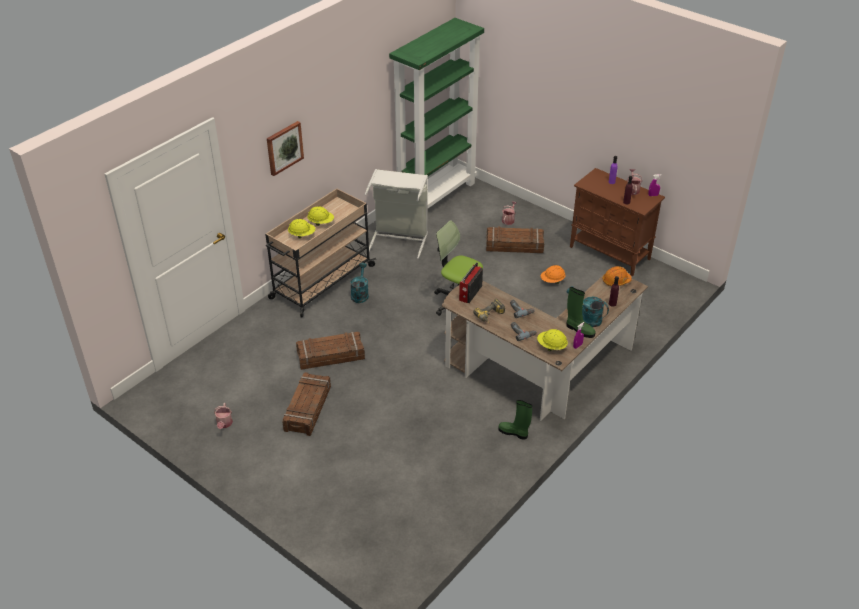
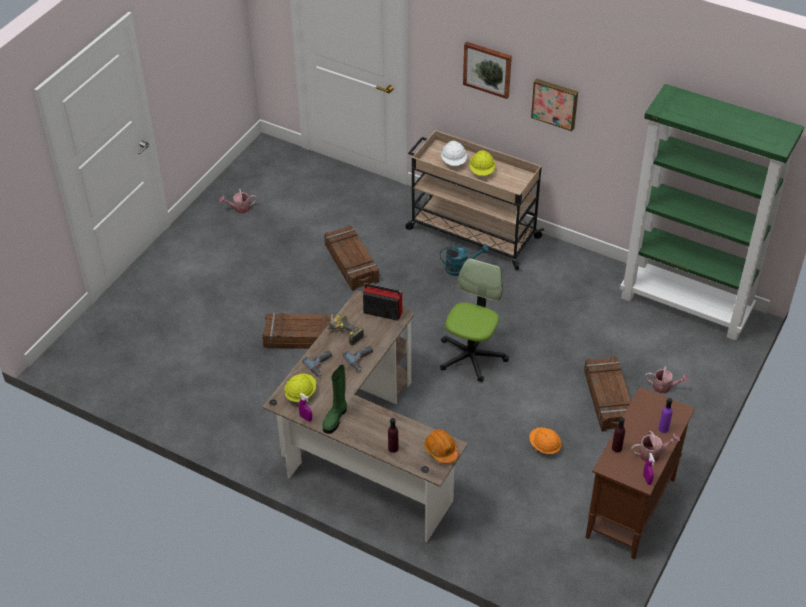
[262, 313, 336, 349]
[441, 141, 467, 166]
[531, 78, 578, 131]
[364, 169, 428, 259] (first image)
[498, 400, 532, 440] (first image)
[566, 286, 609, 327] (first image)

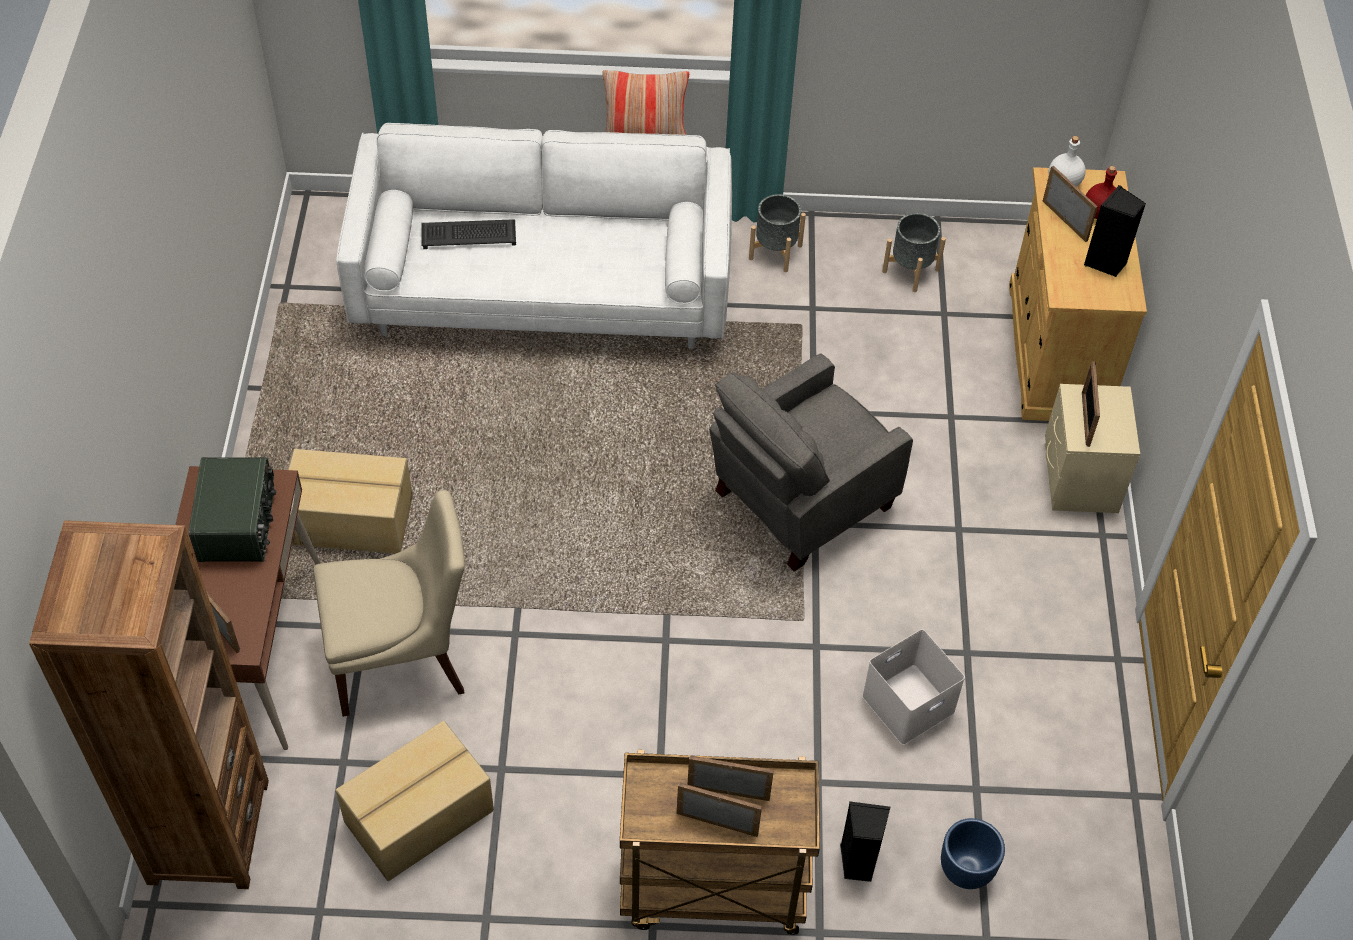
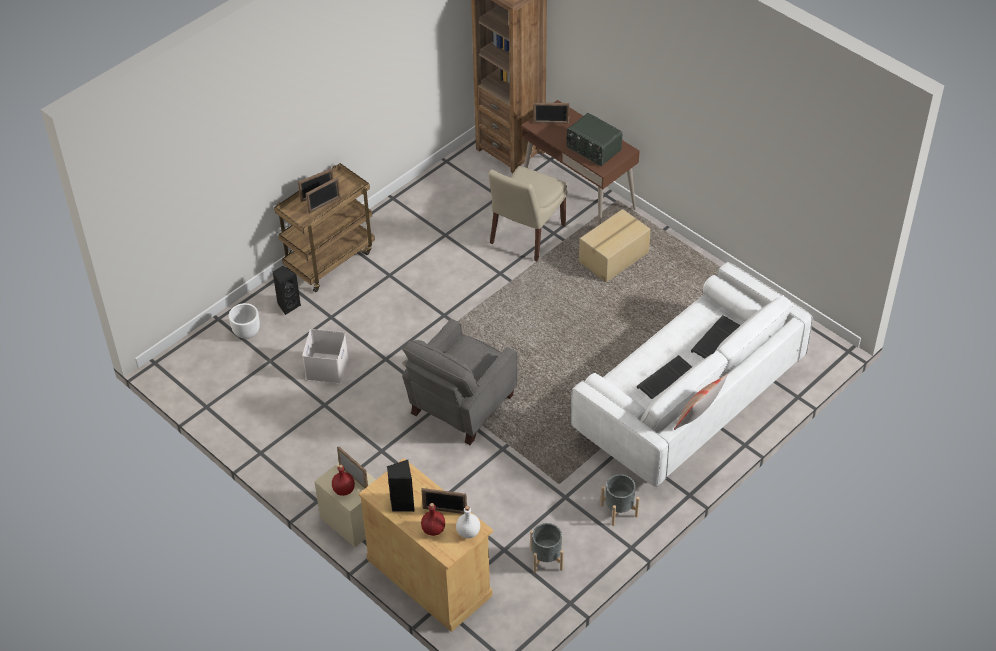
[229, 303, 260, 339]
[332, 465, 355, 496]
[402, 319, 517, 445]
[637, 355, 692, 399]
[336, 721, 494, 881] (first image)

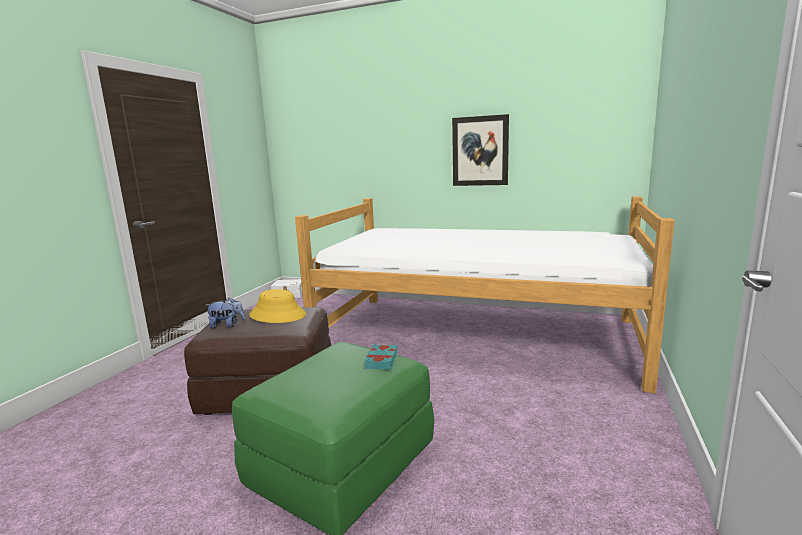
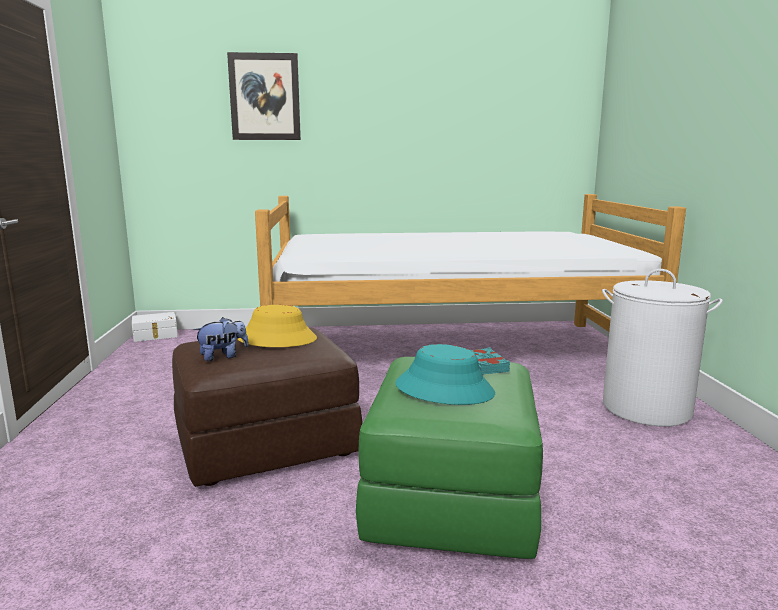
[227, 52, 301, 140]
[395, 344, 495, 405]
[602, 269, 723, 426]

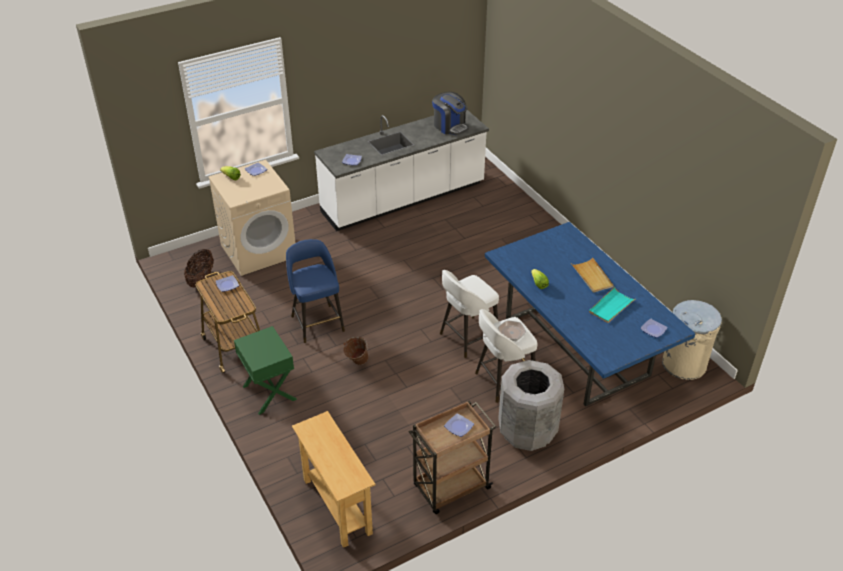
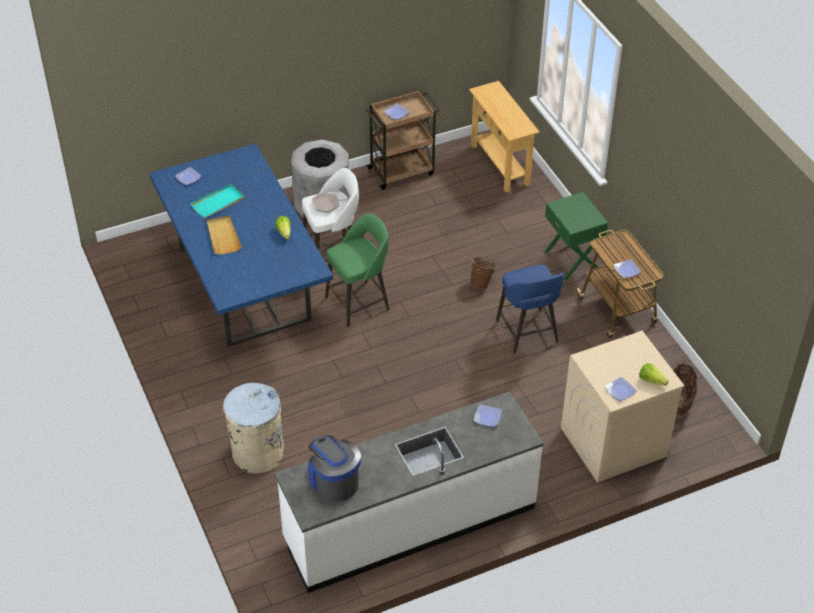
[223, 383, 284, 473]
[325, 213, 390, 327]

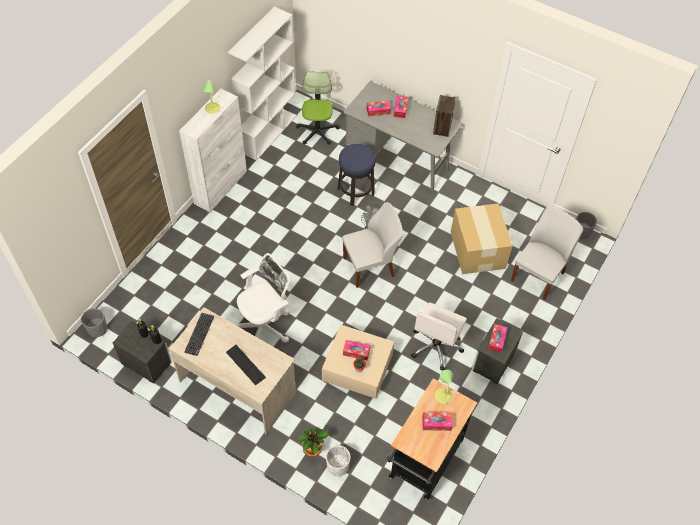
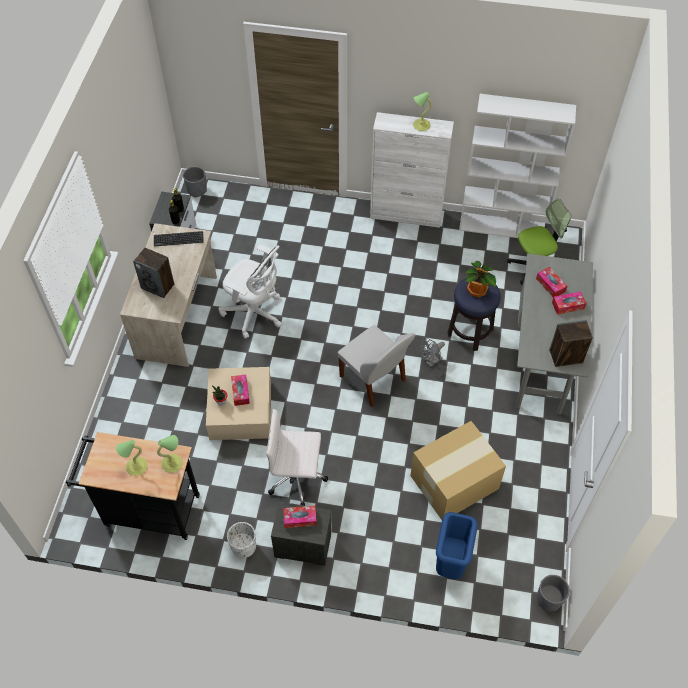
[116, 440, 147, 476]
[133, 248, 174, 298]
[227, 522, 256, 558]
[436, 512, 478, 579]
[465, 261, 496, 298]

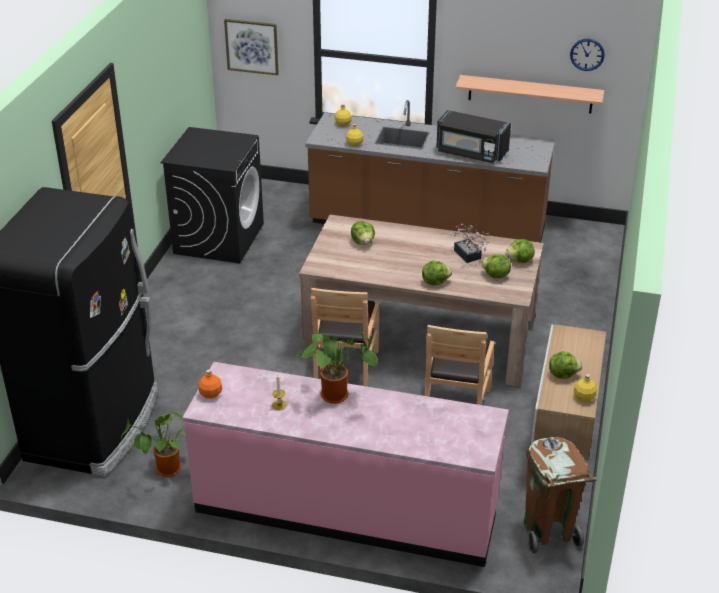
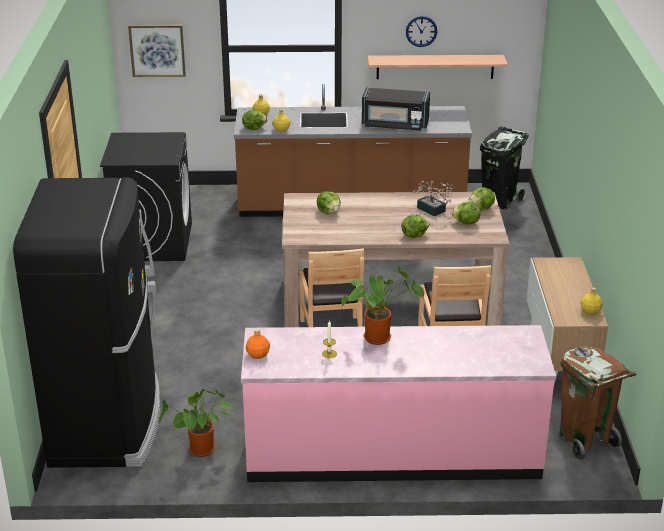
[242, 110, 267, 130]
[406, 16, 437, 47]
[480, 126, 529, 210]

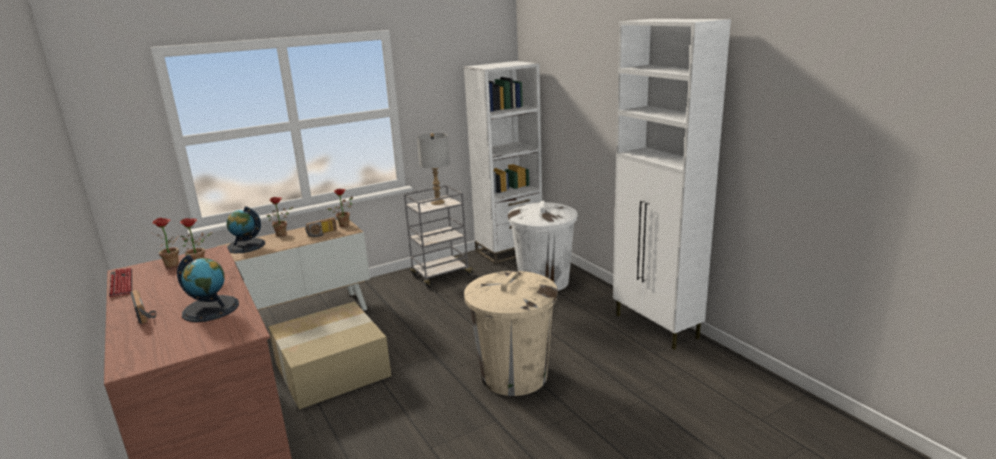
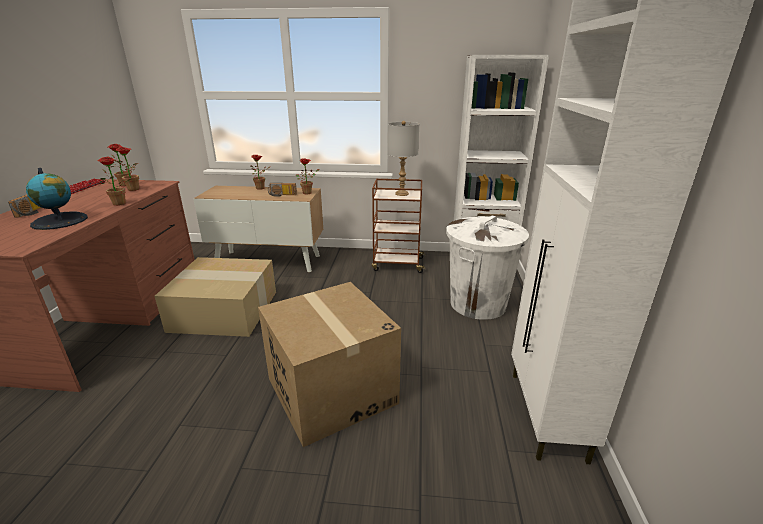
[98, 157, 132, 206]
[258, 282, 401, 447]
[372, 179, 426, 273]
[226, 206, 265, 253] (first image)

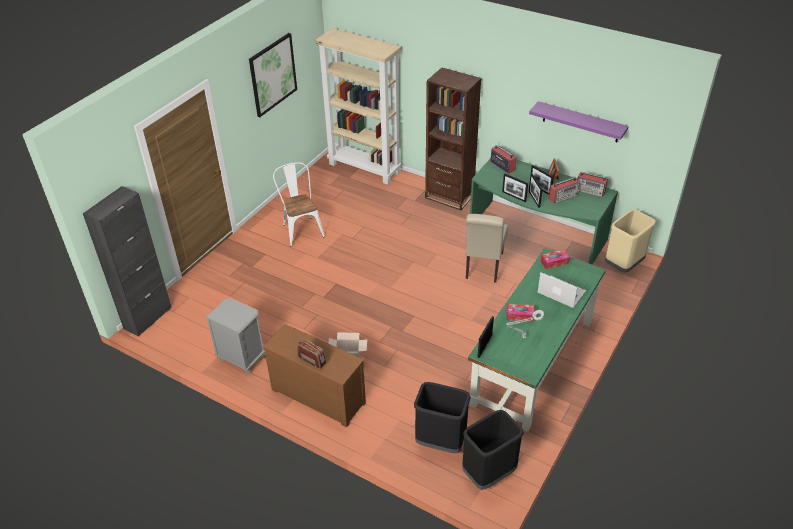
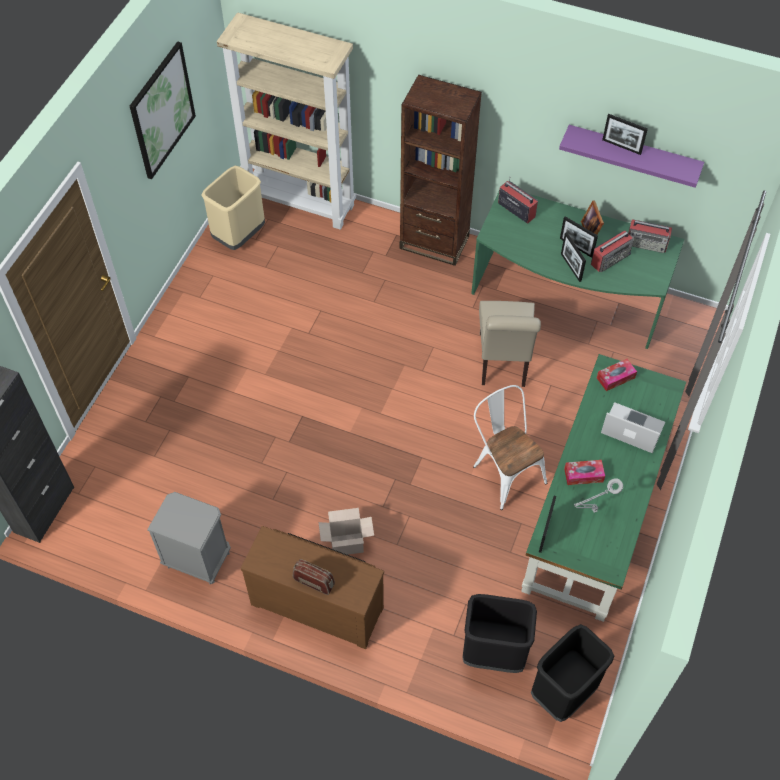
[201, 166, 265, 250]
[473, 385, 547, 510]
[602, 114, 648, 155]

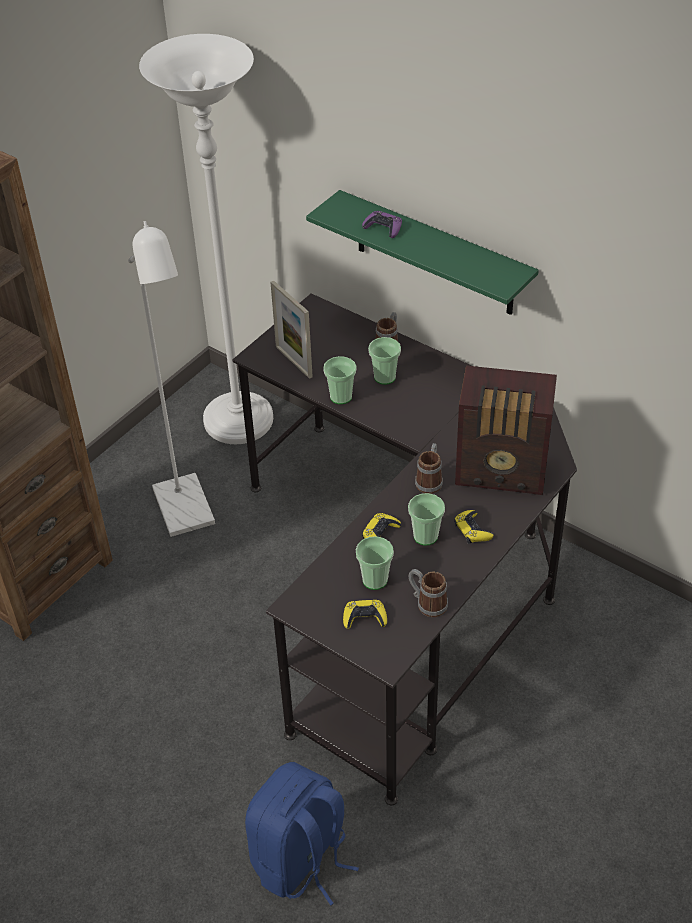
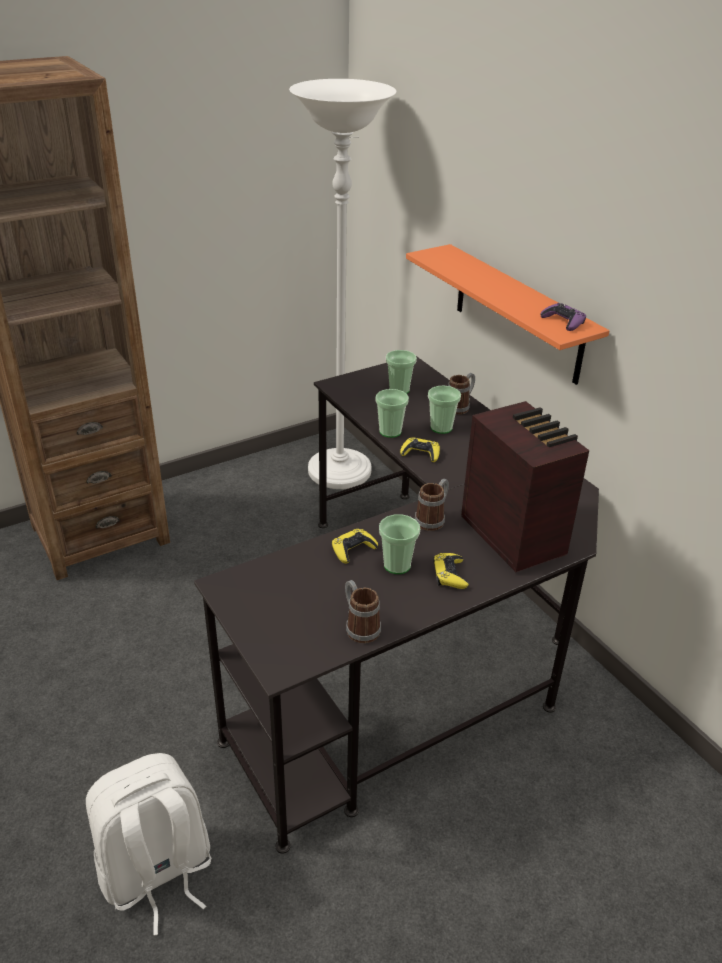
[86, 753, 212, 936]
[386, 350, 417, 394]
[400, 437, 440, 462]
[406, 244, 609, 385]
[461, 401, 589, 572]
[540, 303, 586, 331]
[128, 221, 215, 537] (first image)
[270, 281, 313, 379] (first image)

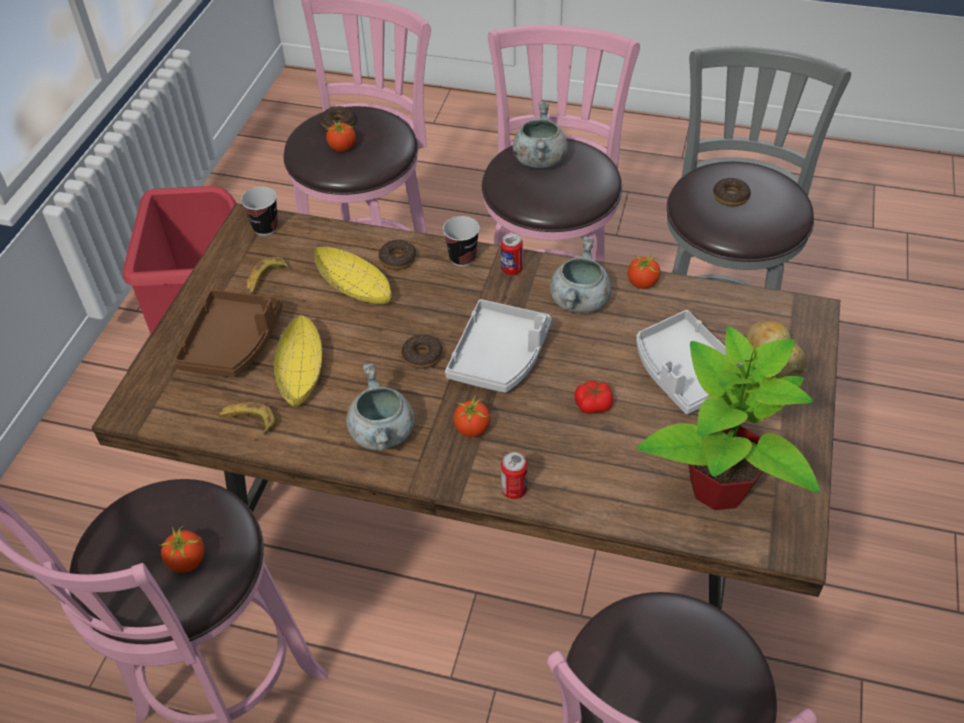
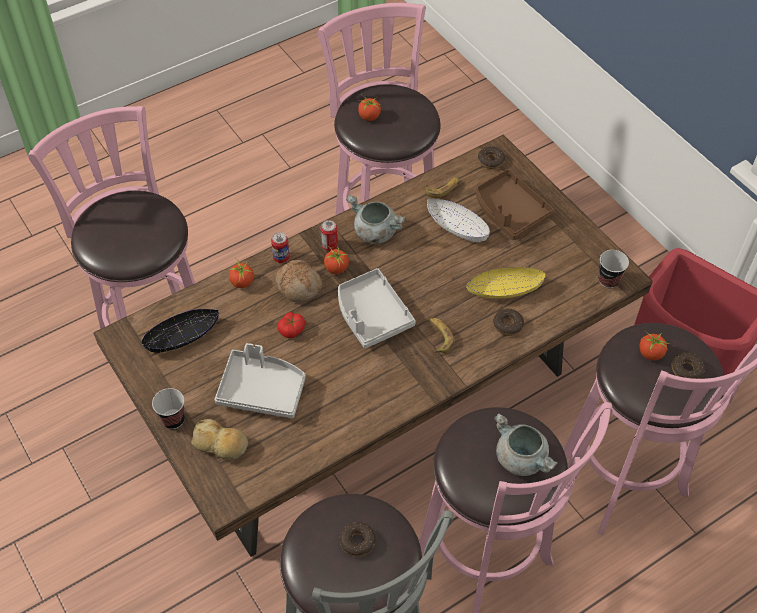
[142, 309, 219, 353]
[152, 388, 185, 429]
[229, 259, 254, 288]
[275, 260, 322, 303]
[321, 220, 338, 251]
[427, 198, 490, 242]
[430, 318, 454, 353]
[478, 146, 505, 169]
[550, 236, 611, 313] (first image)

